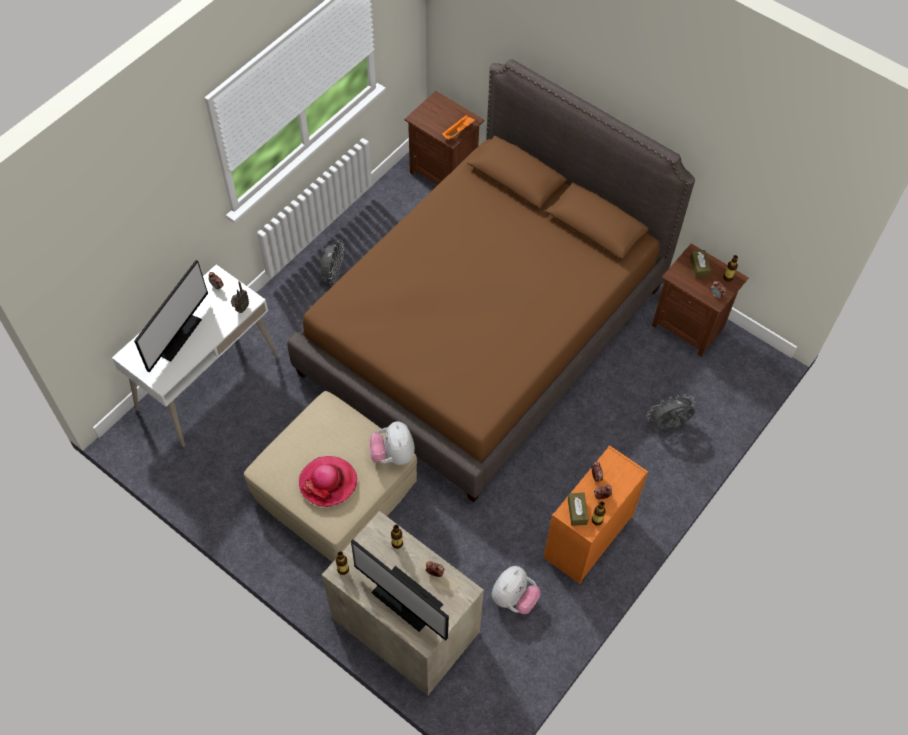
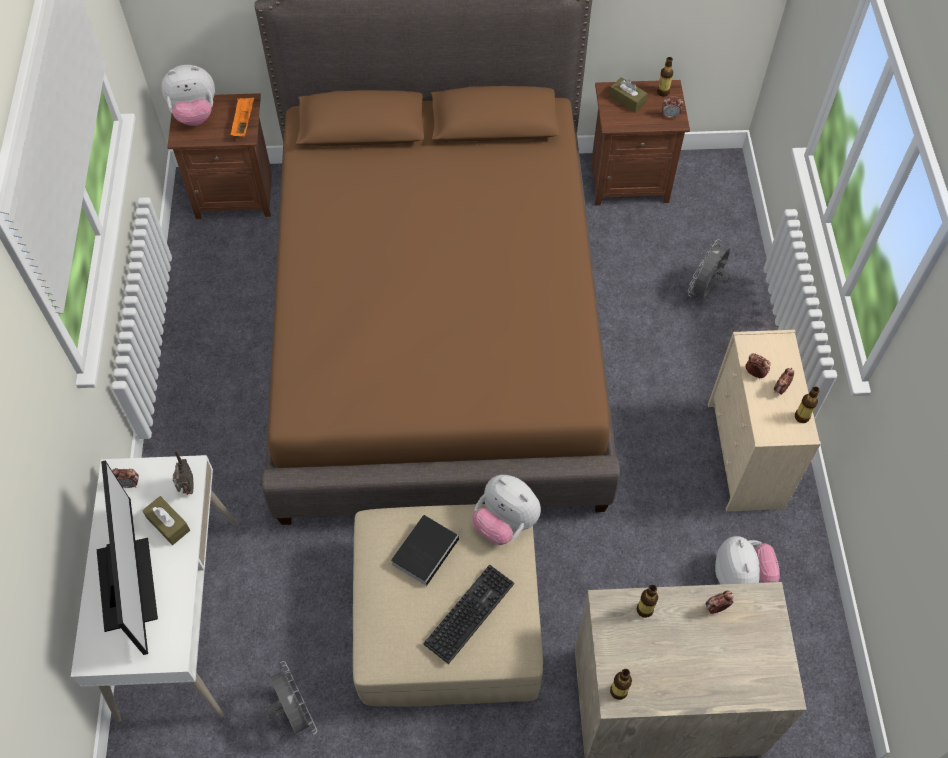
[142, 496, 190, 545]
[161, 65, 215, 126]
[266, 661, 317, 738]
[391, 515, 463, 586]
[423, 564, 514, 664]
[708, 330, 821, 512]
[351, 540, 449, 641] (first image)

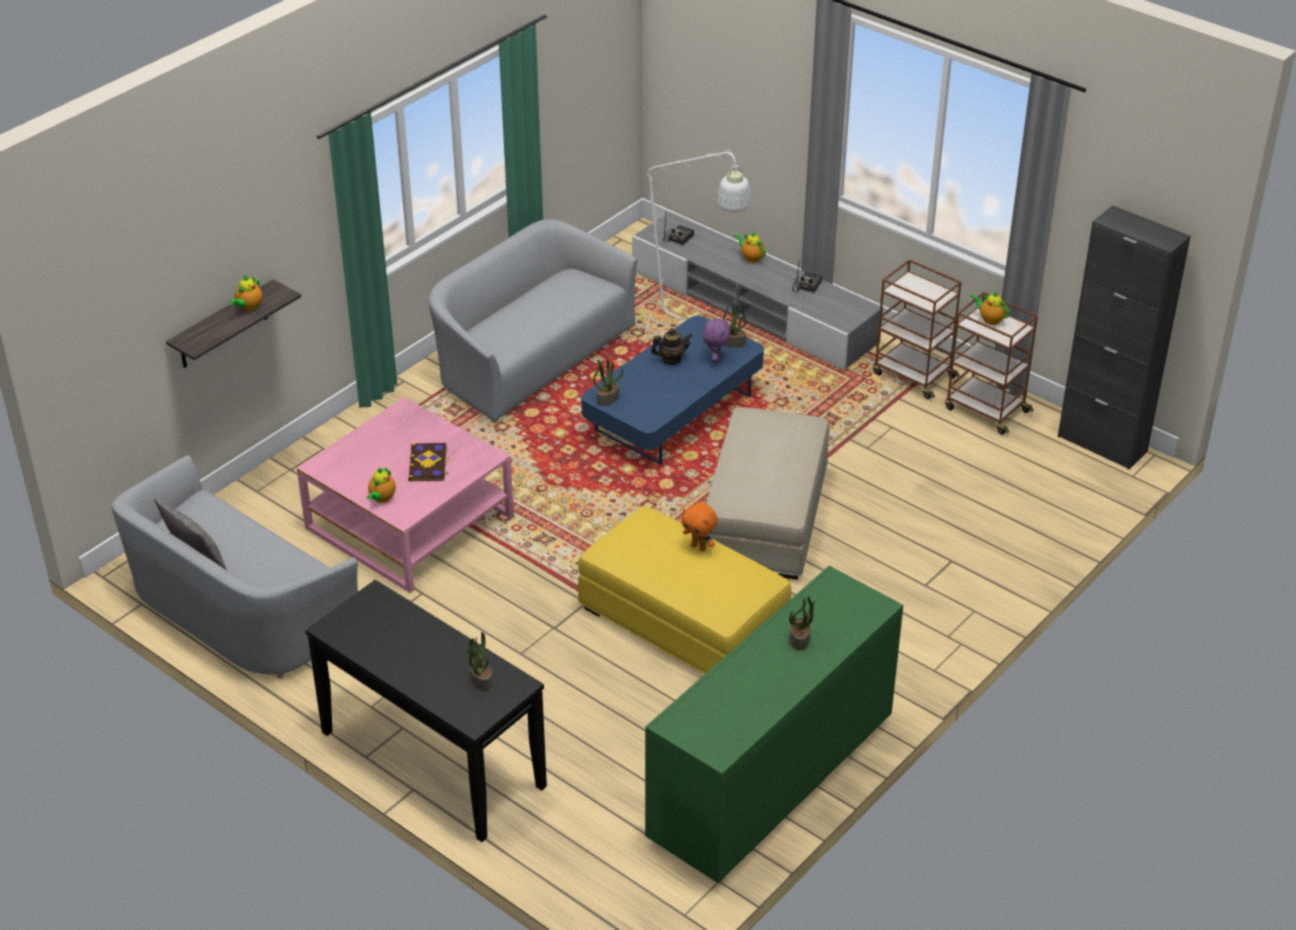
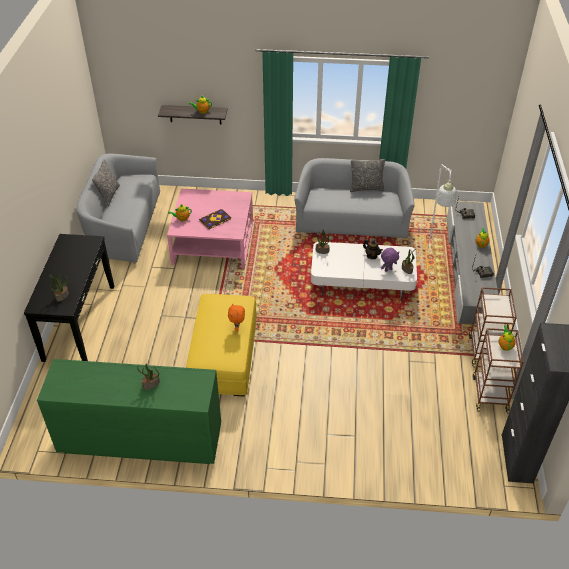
[311, 242, 417, 301]
[350, 159, 385, 192]
[706, 407, 830, 580] (first image)

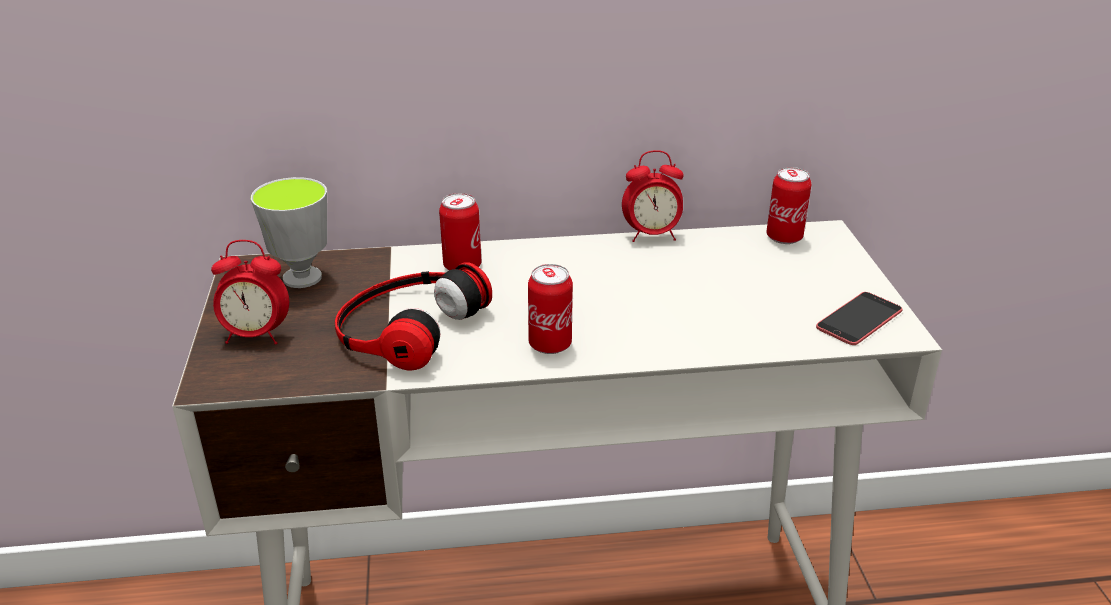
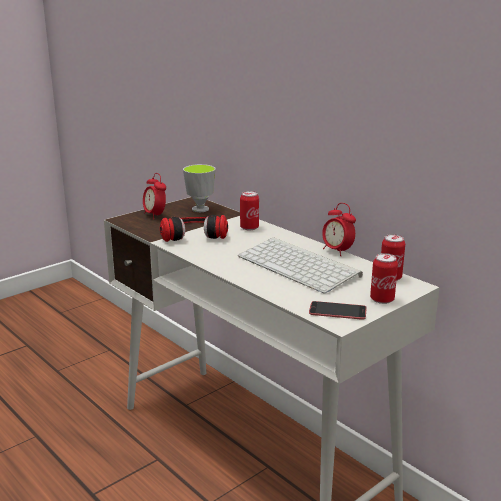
[238, 237, 363, 294]
[370, 253, 398, 304]

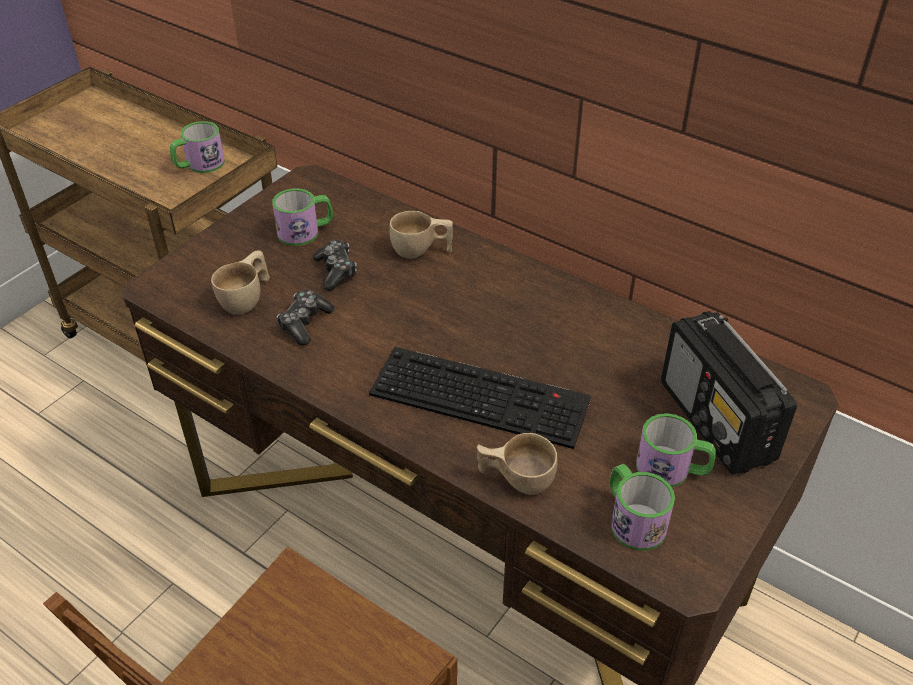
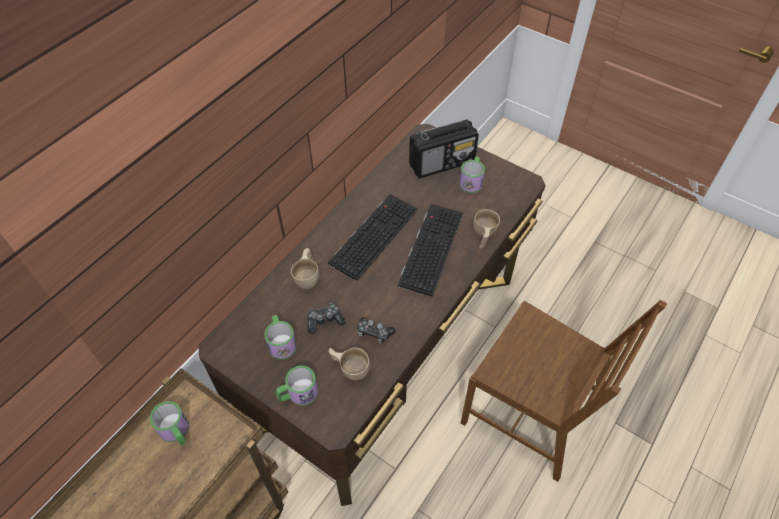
[276, 366, 318, 405]
[328, 194, 418, 281]

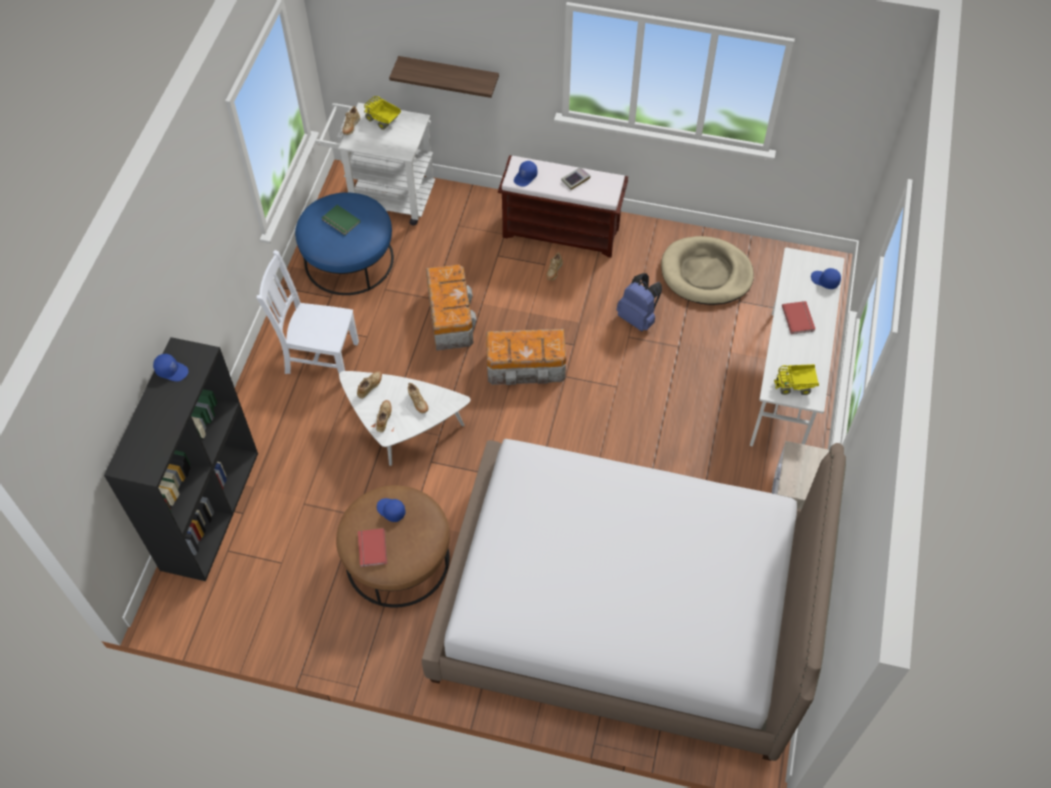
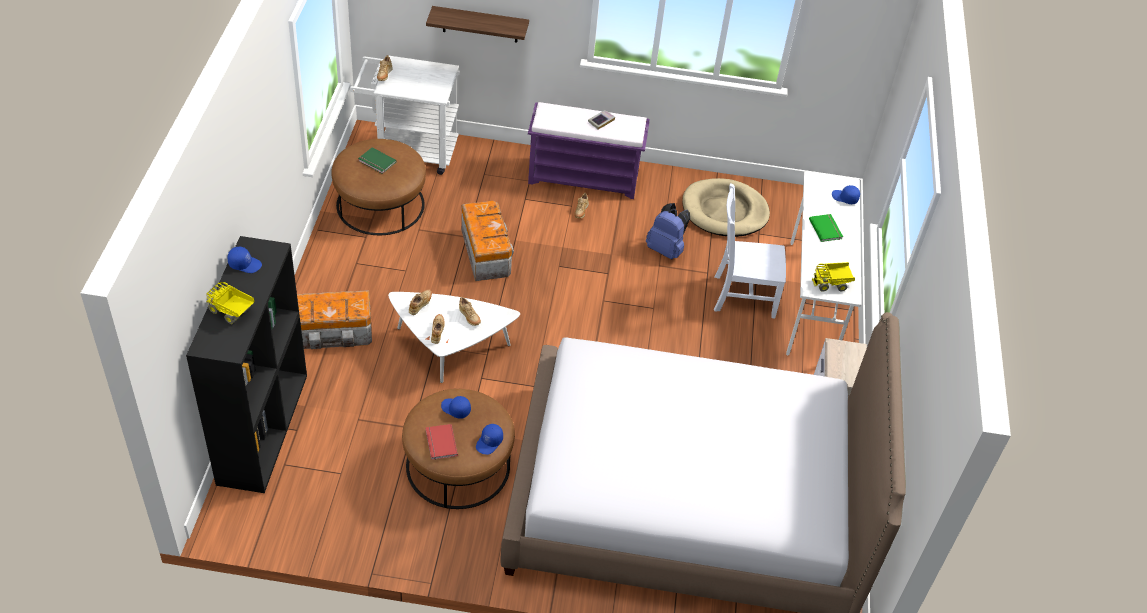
[206, 282, 255, 324]
[297, 290, 372, 349]
[331, 139, 426, 235]
[476, 424, 503, 455]
[528, 102, 650, 199]
[714, 183, 786, 318]
[809, 214, 843, 242]

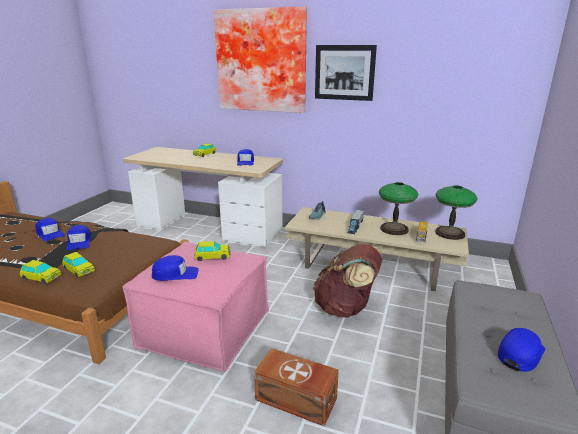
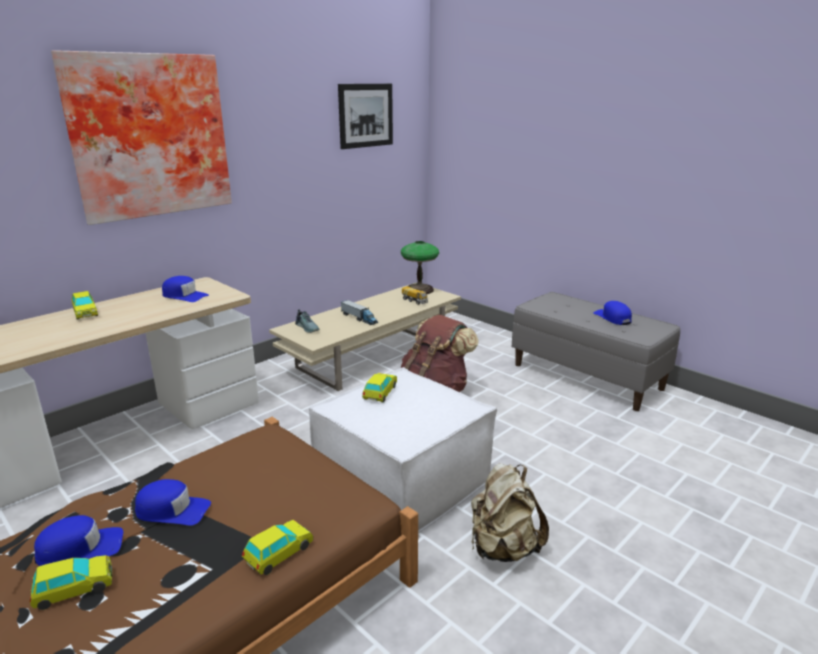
[30, 555, 112, 610]
[309, 367, 497, 533]
[338, 84, 393, 149]
[471, 463, 549, 562]
[152, 255, 199, 281] (first image)
[254, 348, 339, 426] (first image)
[379, 182, 418, 235] (first image)

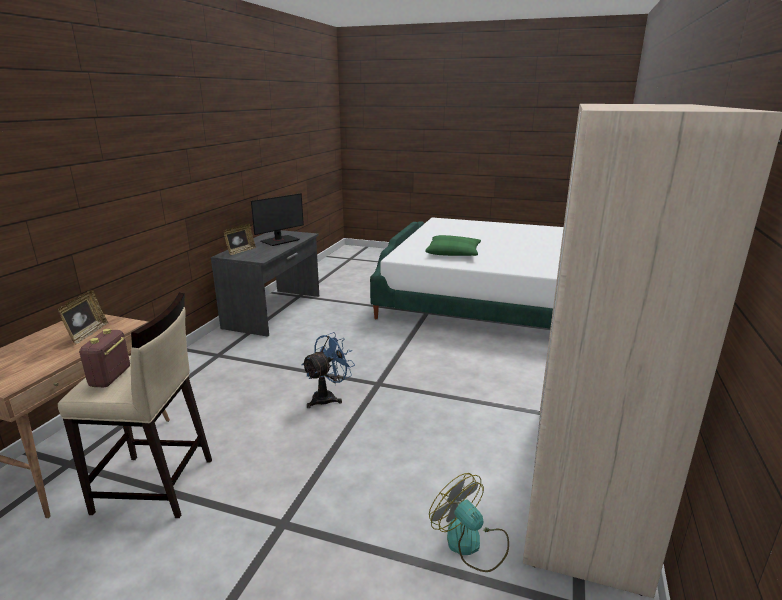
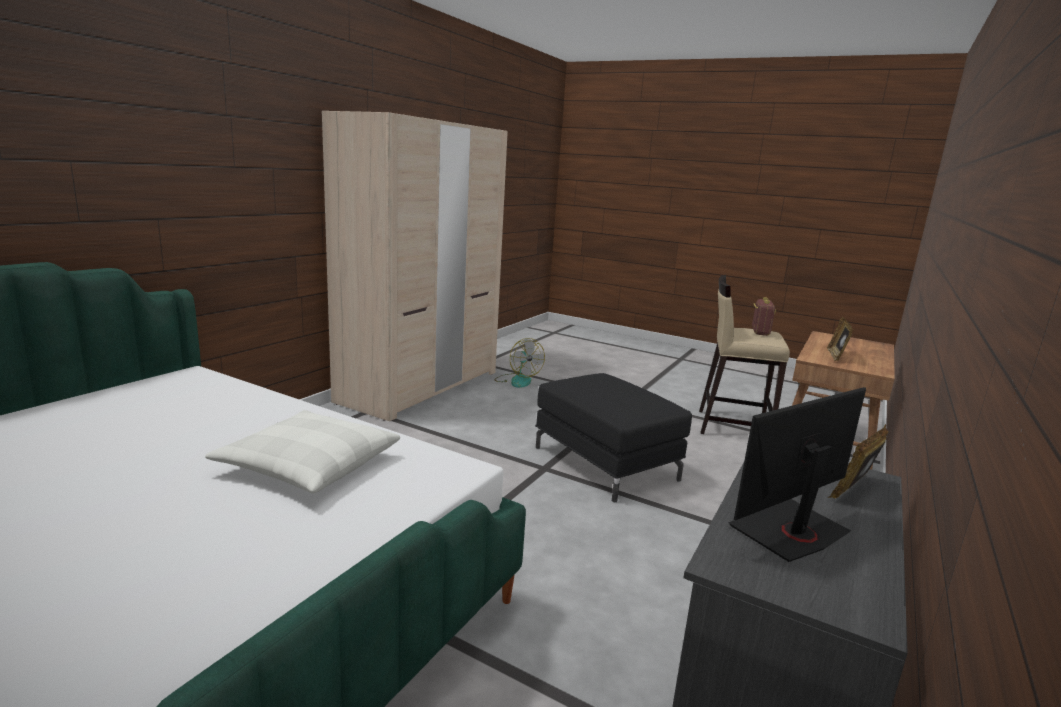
[205, 410, 400, 494]
[535, 373, 692, 502]

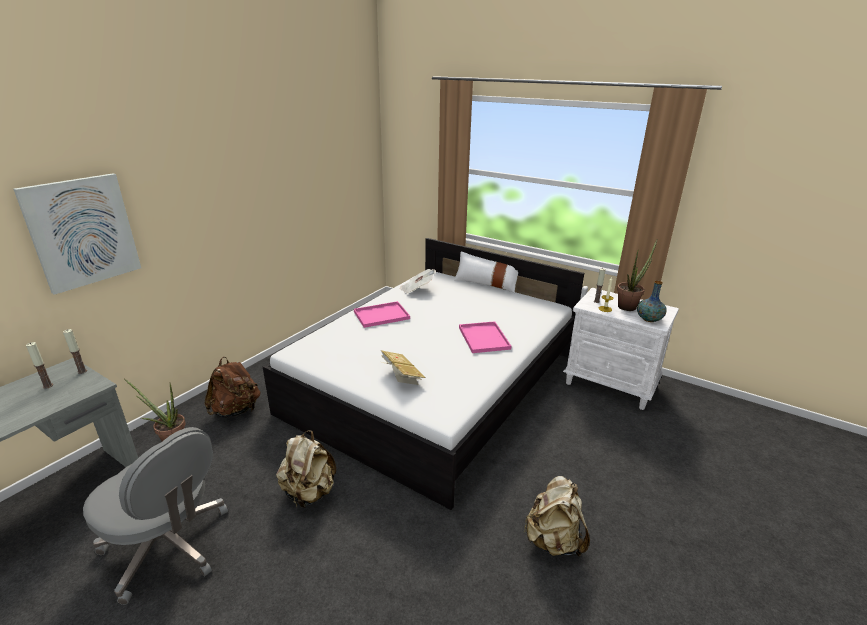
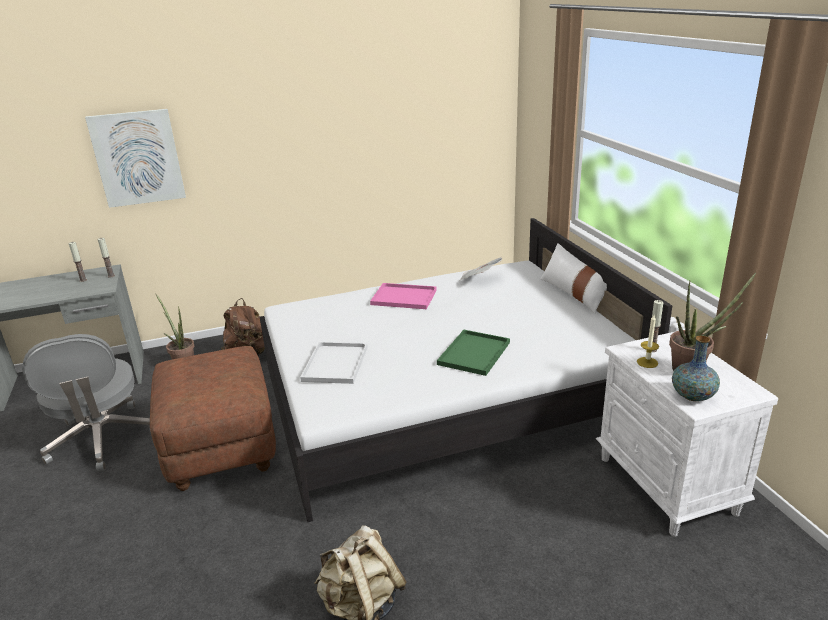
[150, 346, 276, 491]
[300, 342, 368, 384]
[437, 330, 510, 376]

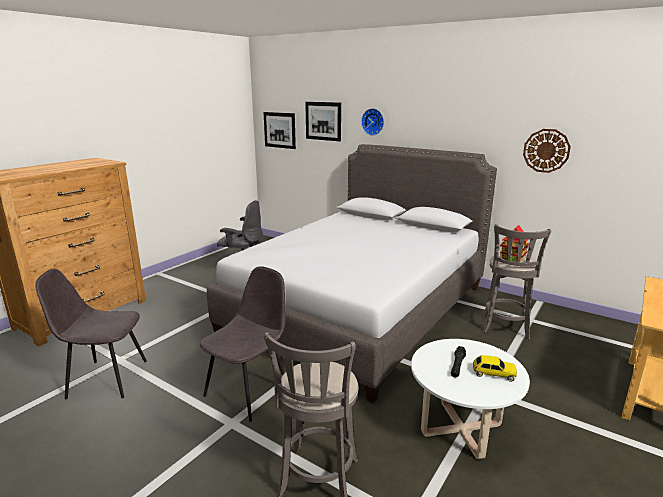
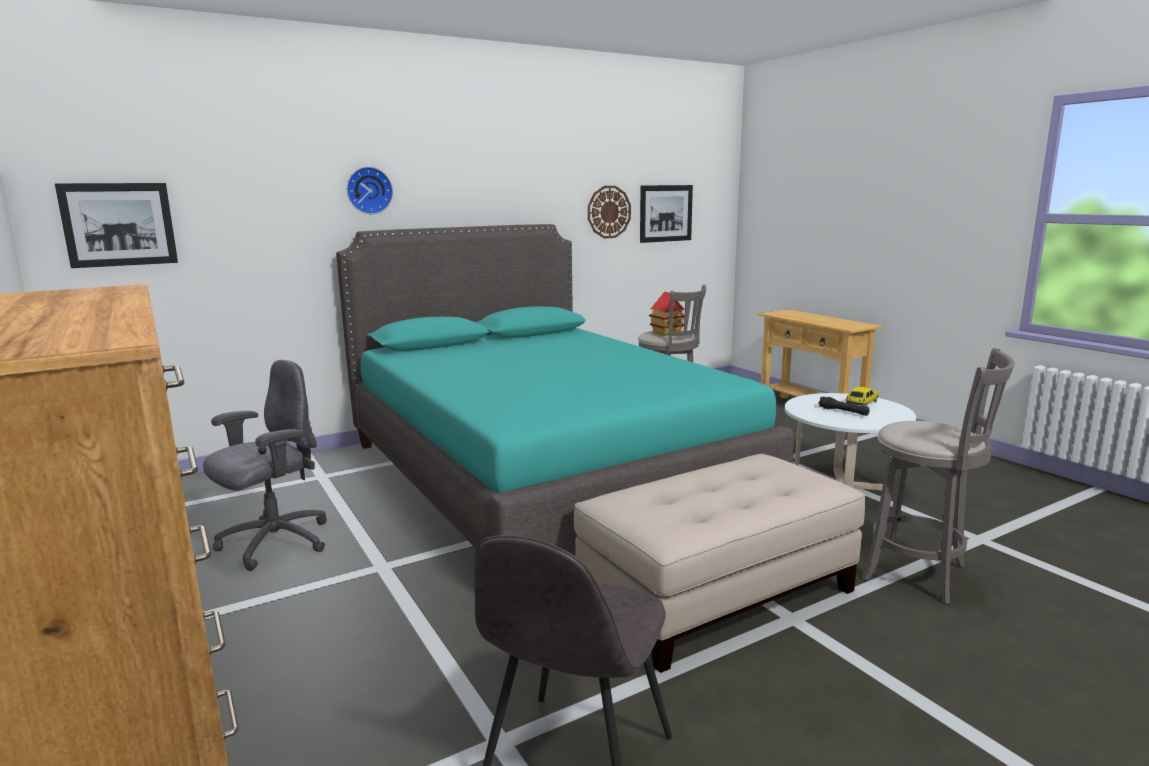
[336, 224, 794, 556]
[574, 454, 866, 673]
[640, 185, 693, 243]

